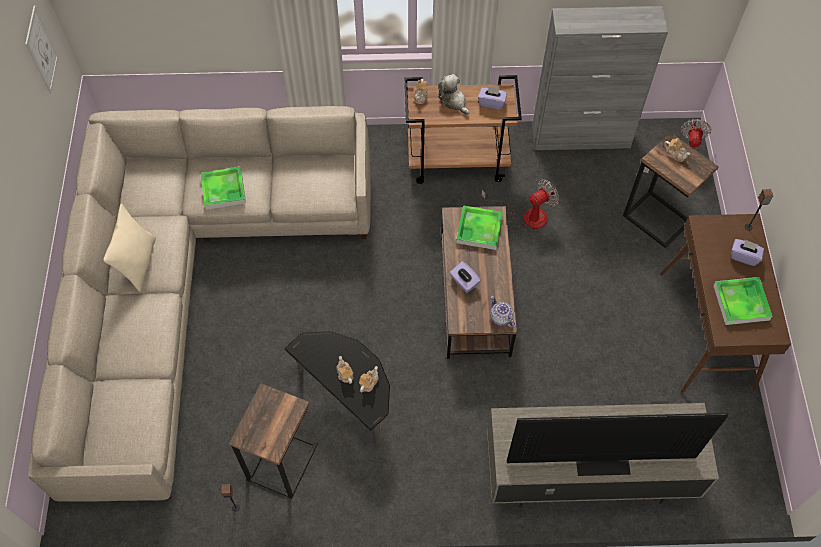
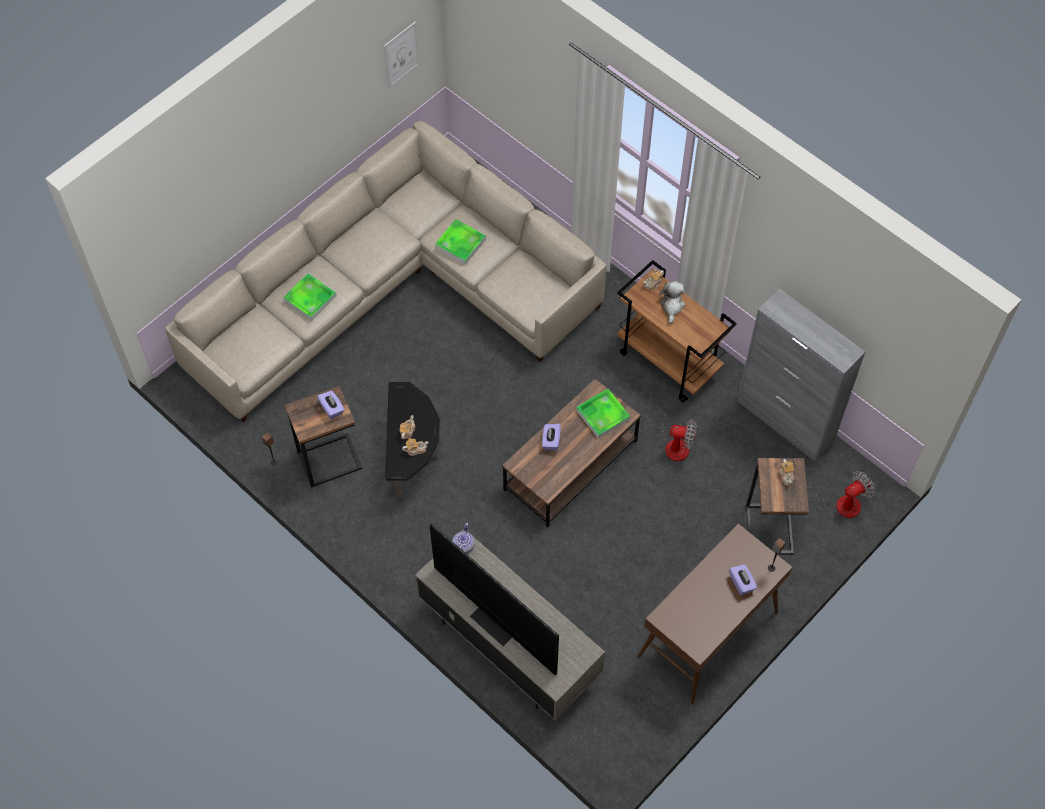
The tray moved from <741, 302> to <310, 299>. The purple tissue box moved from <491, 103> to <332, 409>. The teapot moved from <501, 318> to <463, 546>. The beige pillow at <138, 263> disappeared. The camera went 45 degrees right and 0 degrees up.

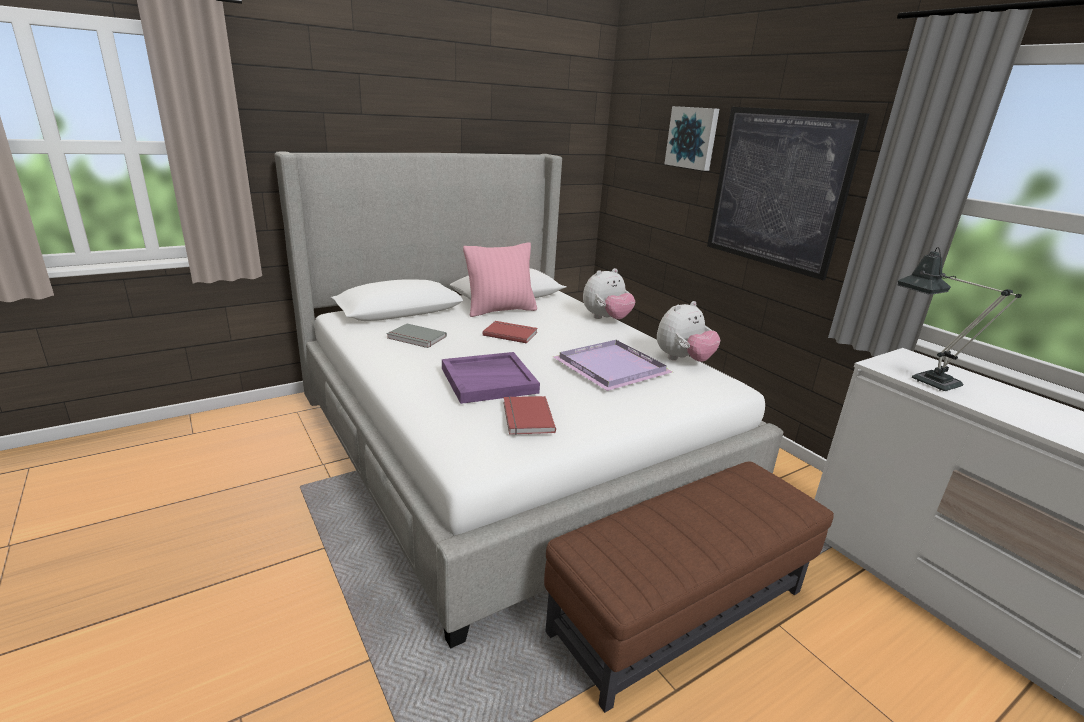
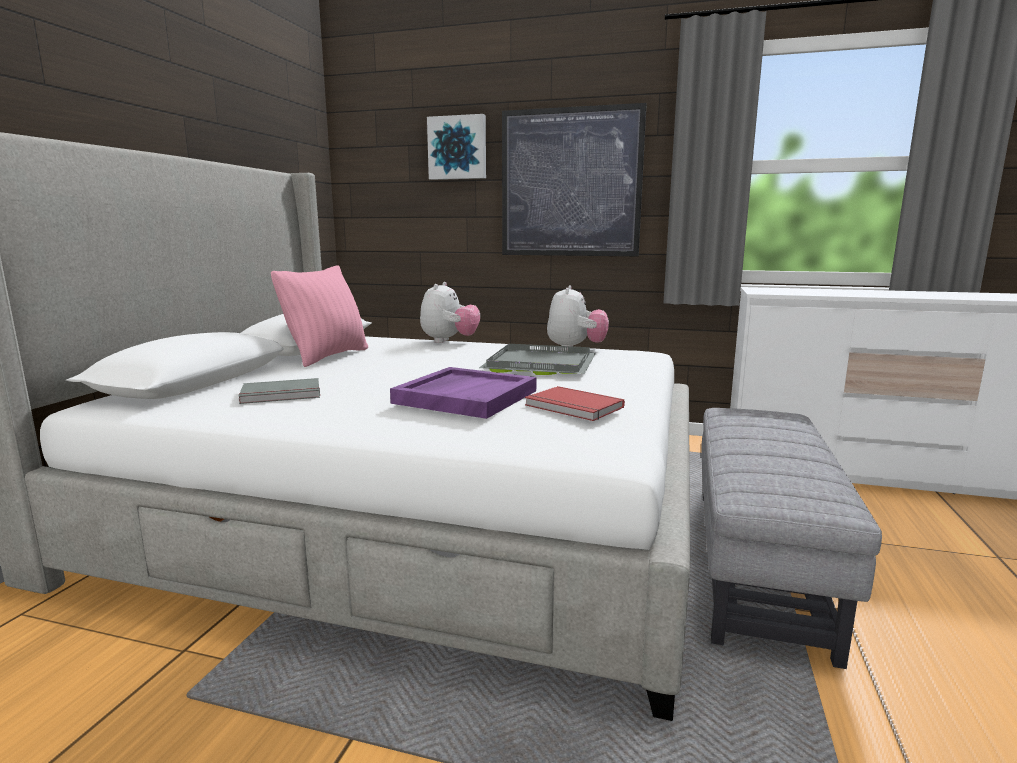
The purple tray at <613, 368> became the grey tray at <542, 364>. The brown ottoman at <679, 611> became the grey ottoman at <757, 563>. The red book at <510, 333> disappeared. The table lamp at <925, 379> disappeared. The camera went 40 degrees left and 10 degrees down.

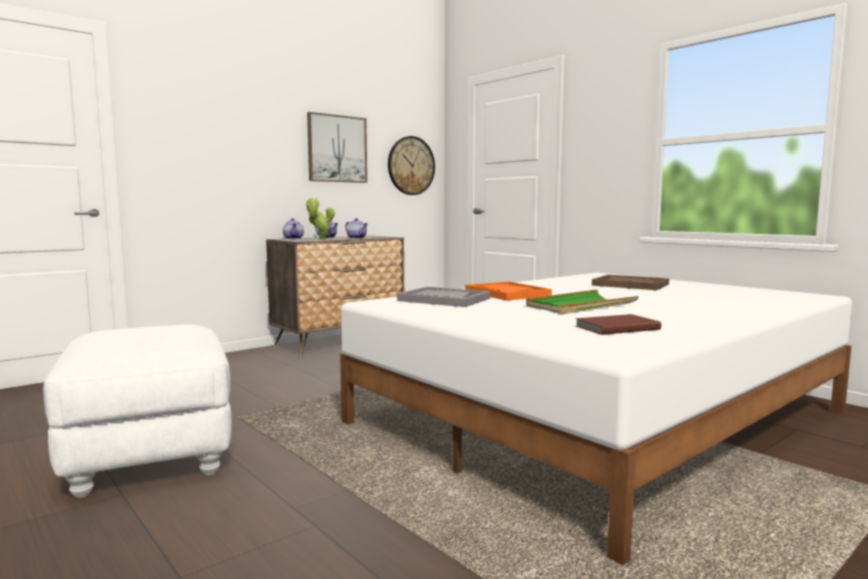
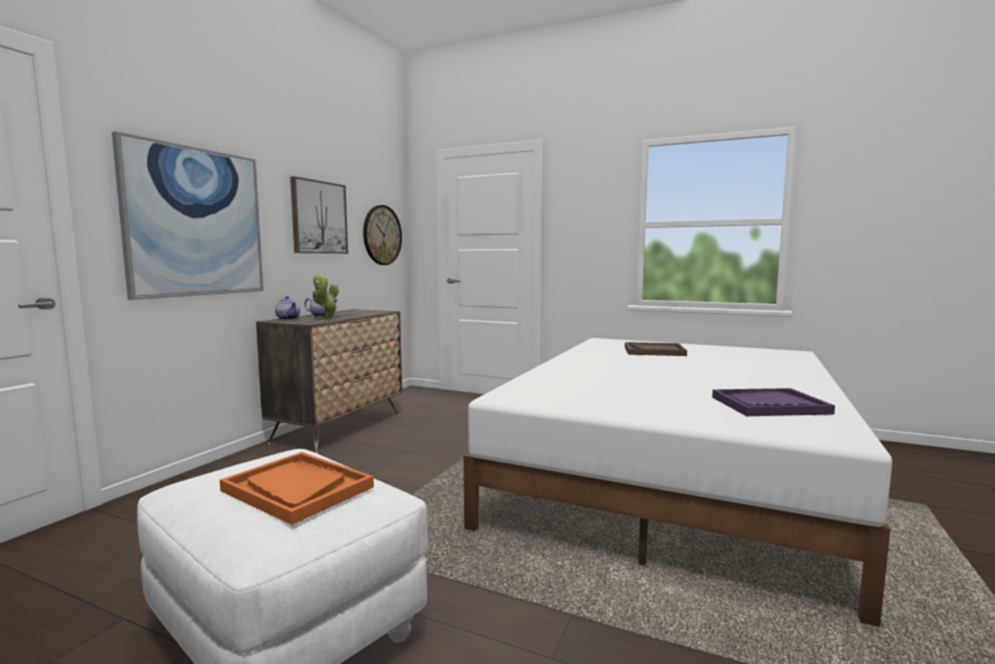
The picture at <196, 222> appeared. The orange tray moved from <507, 293> to <297, 489>. The brown book at <615, 327> was replaced by the purple tray at <769, 405>. The teapot at <357, 238> disappeared. The grey tray at <444, 299> disappeared. The green tray at <580, 306> disappeared. The camera went 25 degrees left and 0 degrees up.

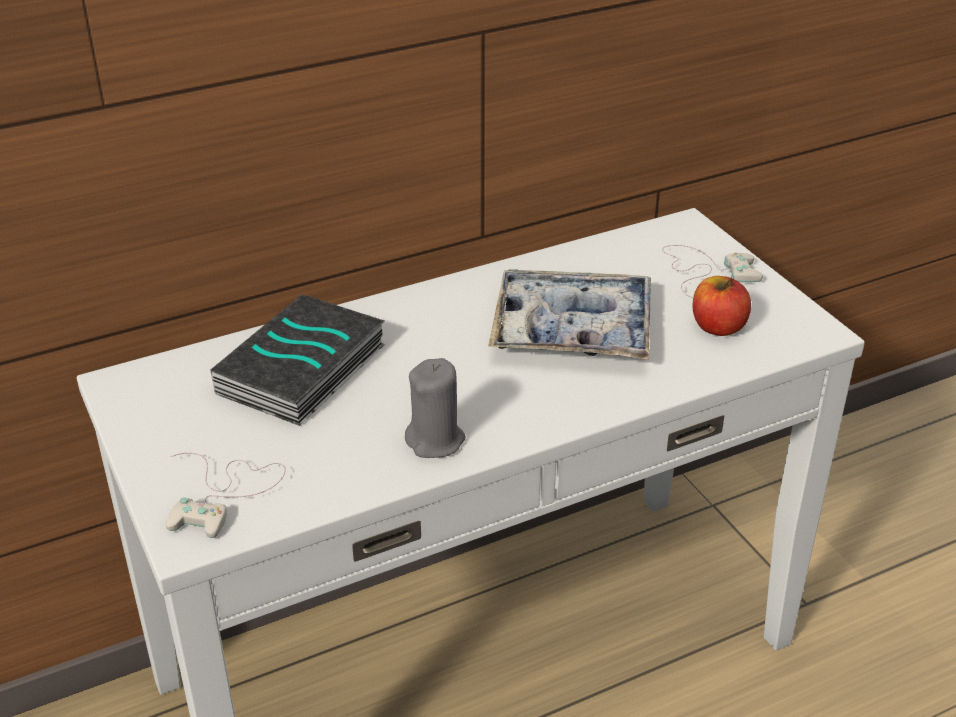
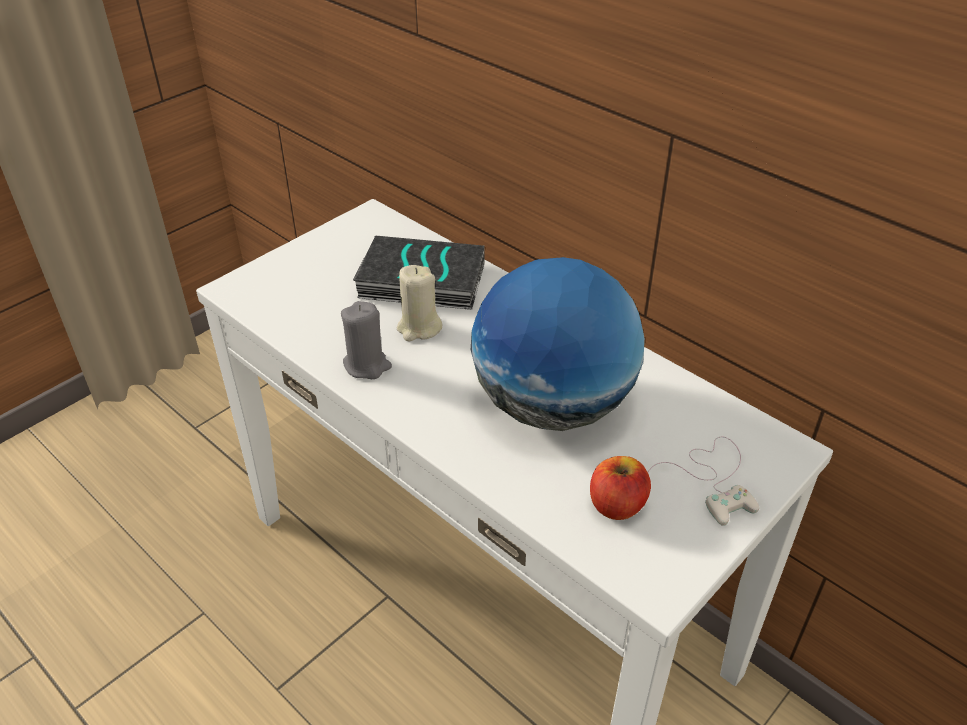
The beige candle at <419, 328> appeared. The tray at <572, 329> was replaced by the globe at <553, 406>. The white game controller at <224, 494> disappeared. The camera went 70 degrees right and 5 degrees up.

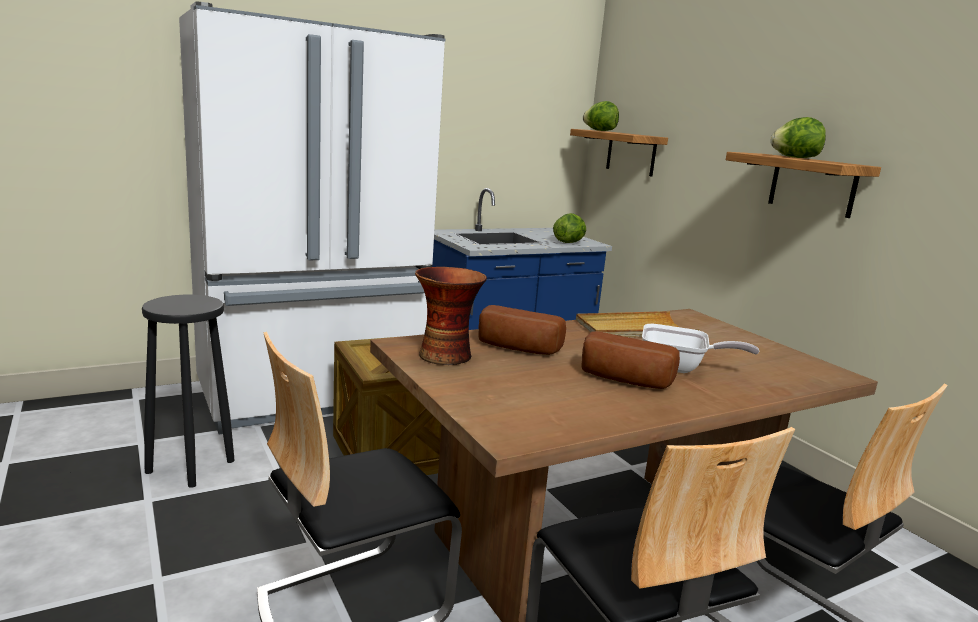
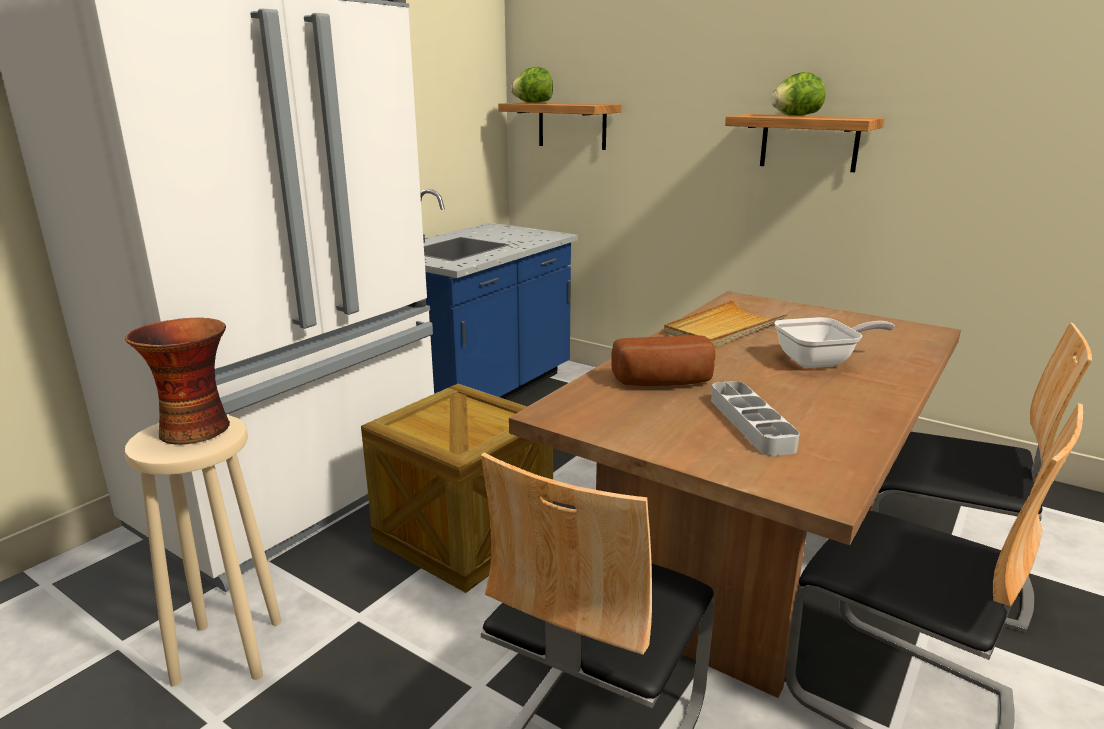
The vase moved from <446, 355> to <196, 429>. The black stool at <191, 466> became the beige stool at <229, 649>. The grey tray at <751, 423> appeared. The lettuce at <569, 242> disappeared. The bread at <624, 380> disappeared. The camera went 25 degrees left and 5 degrees up.

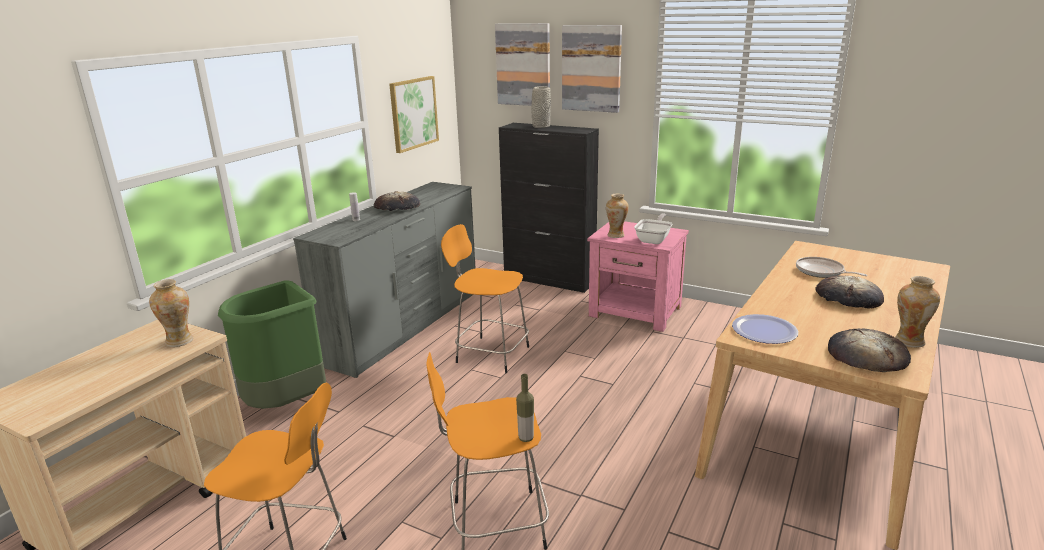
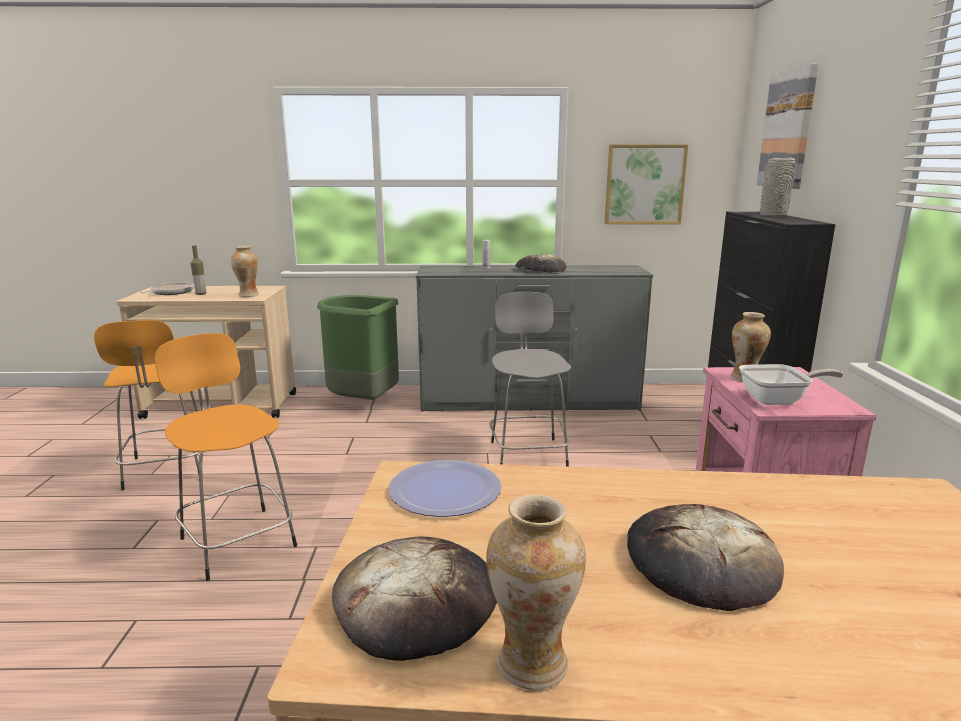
The frying pan moved from <821, 272> to <171, 292>. The bottle moved from <526, 438> to <201, 294>. The orange stool at <490, 354> became the grey stool at <527, 453>. The picture at <591, 68> disappeared. The camera went 60 degrees right and 5 degrees down.

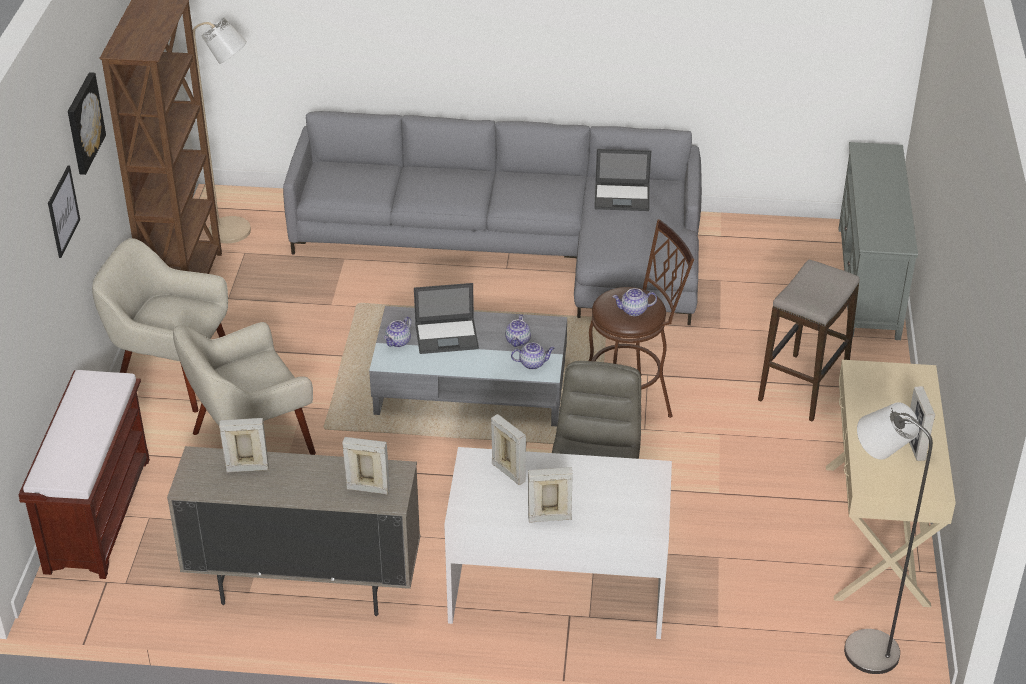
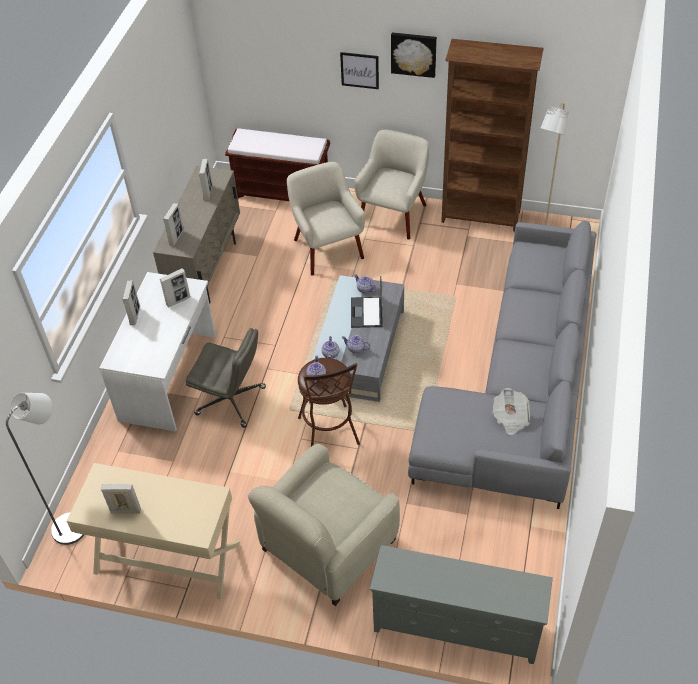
The stool at <803, 387> was replaced by the beige armchair at <327, 546>. The laptop at <622, 197> was replaced by the newspaper at <510, 418>. The camera went 100 degrees right and 10 degrees up.

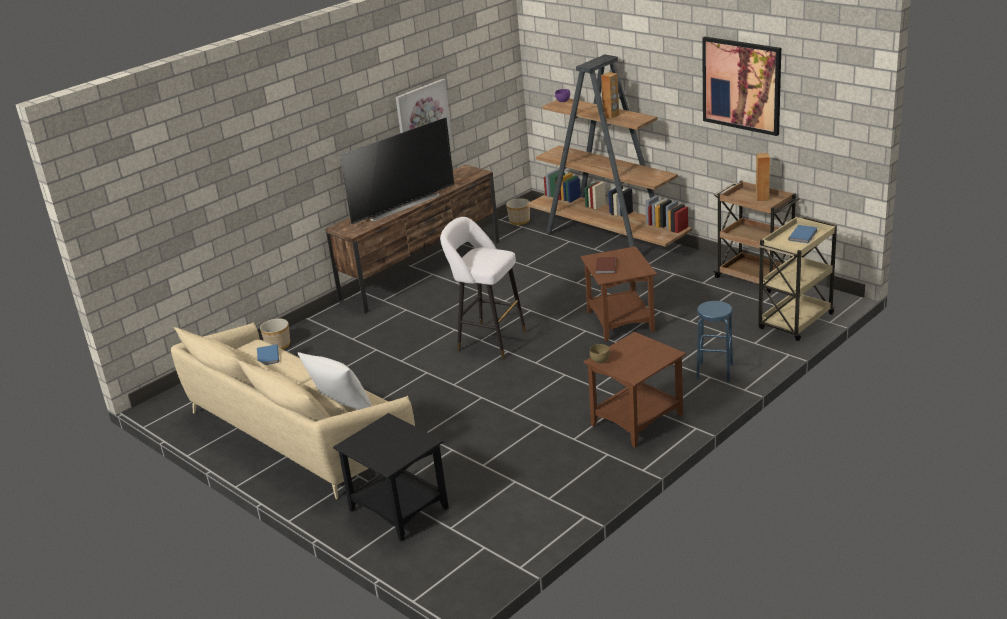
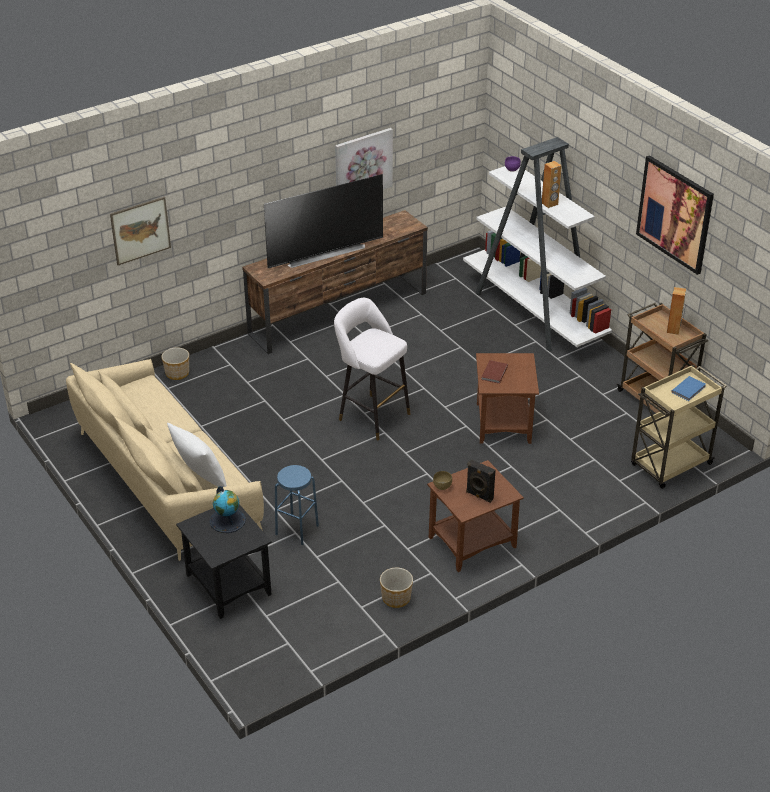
The picture at <140, 230> appeared. The globe at <227, 520> appeared. The blue stool moved from <714, 372> to <296, 530>. The planter moved from <520, 221> to <396, 598>. The brown bookcase at <608, 238> became the white bookcase at <534, 314>. The black speaker at <479, 496> appeared. The blue book at <267, 357> disappeared. The camera went 10 degrees right and 10 degrees up.

